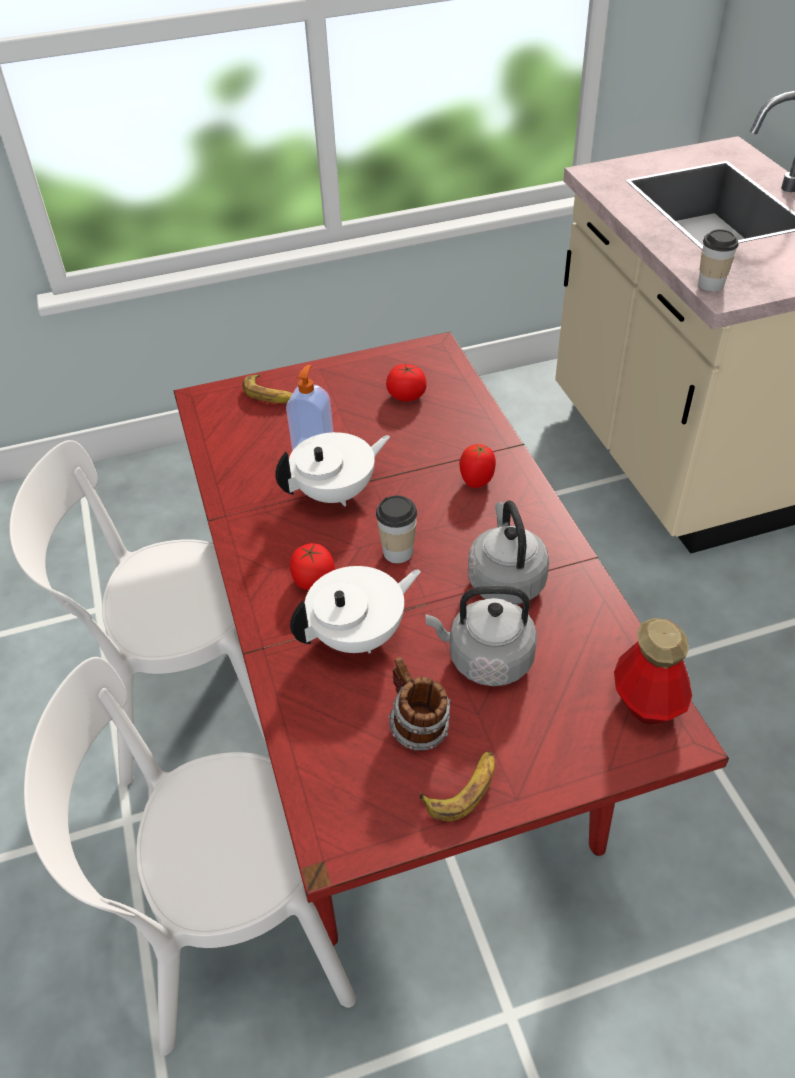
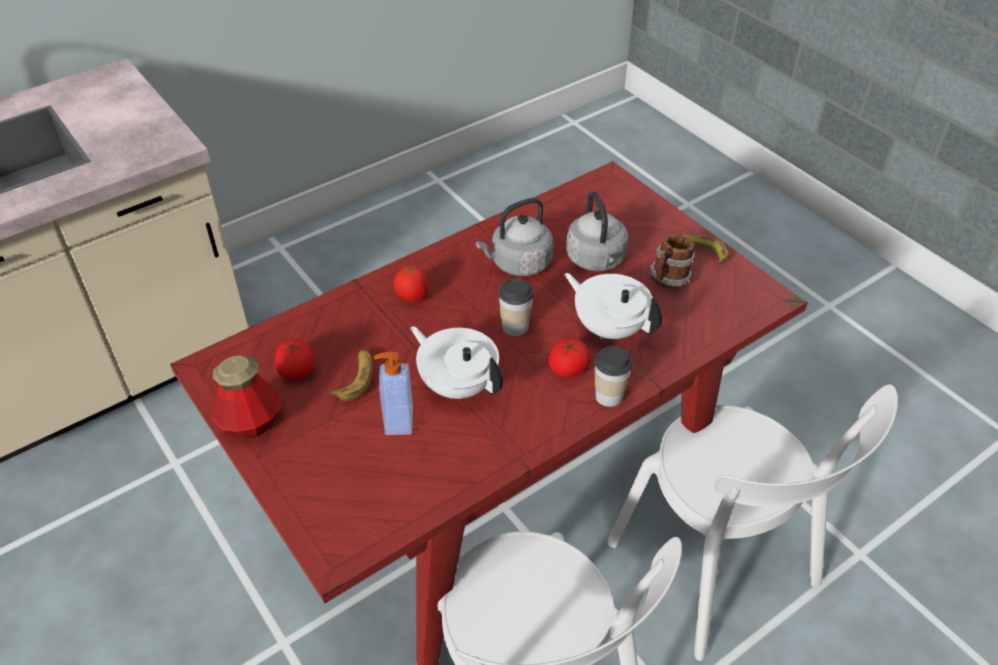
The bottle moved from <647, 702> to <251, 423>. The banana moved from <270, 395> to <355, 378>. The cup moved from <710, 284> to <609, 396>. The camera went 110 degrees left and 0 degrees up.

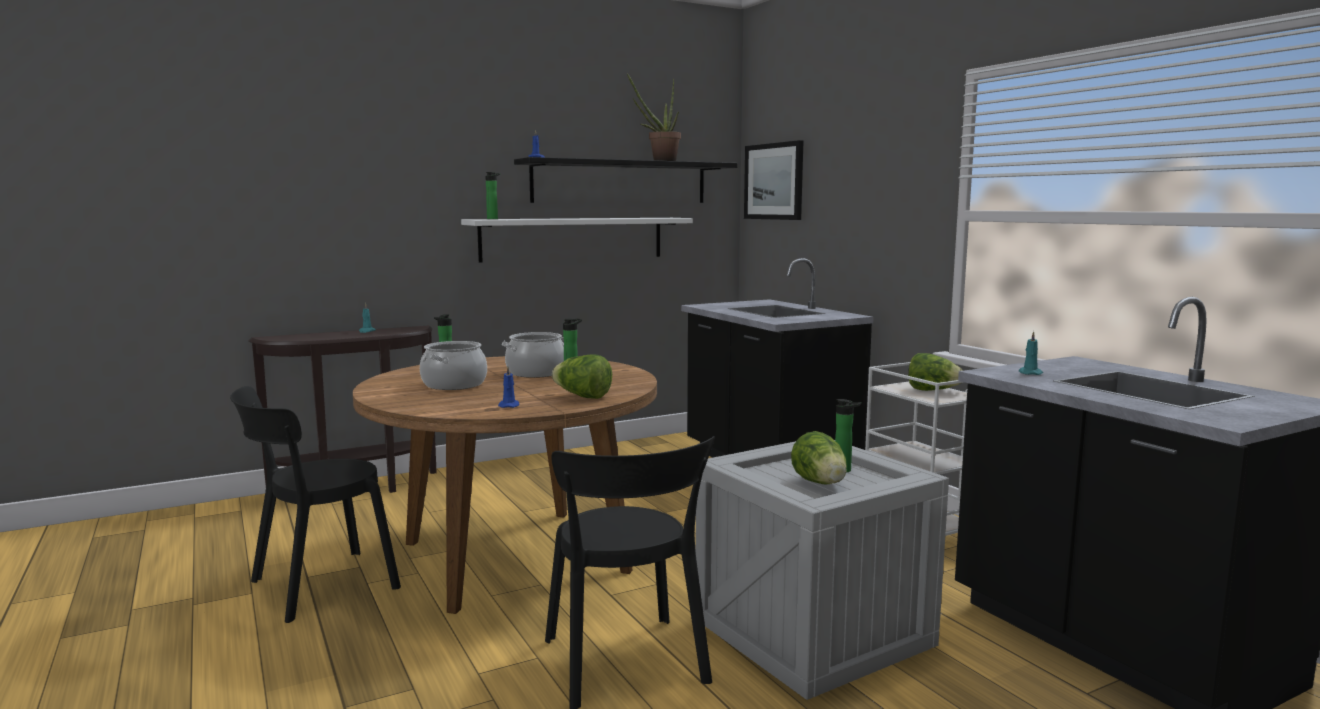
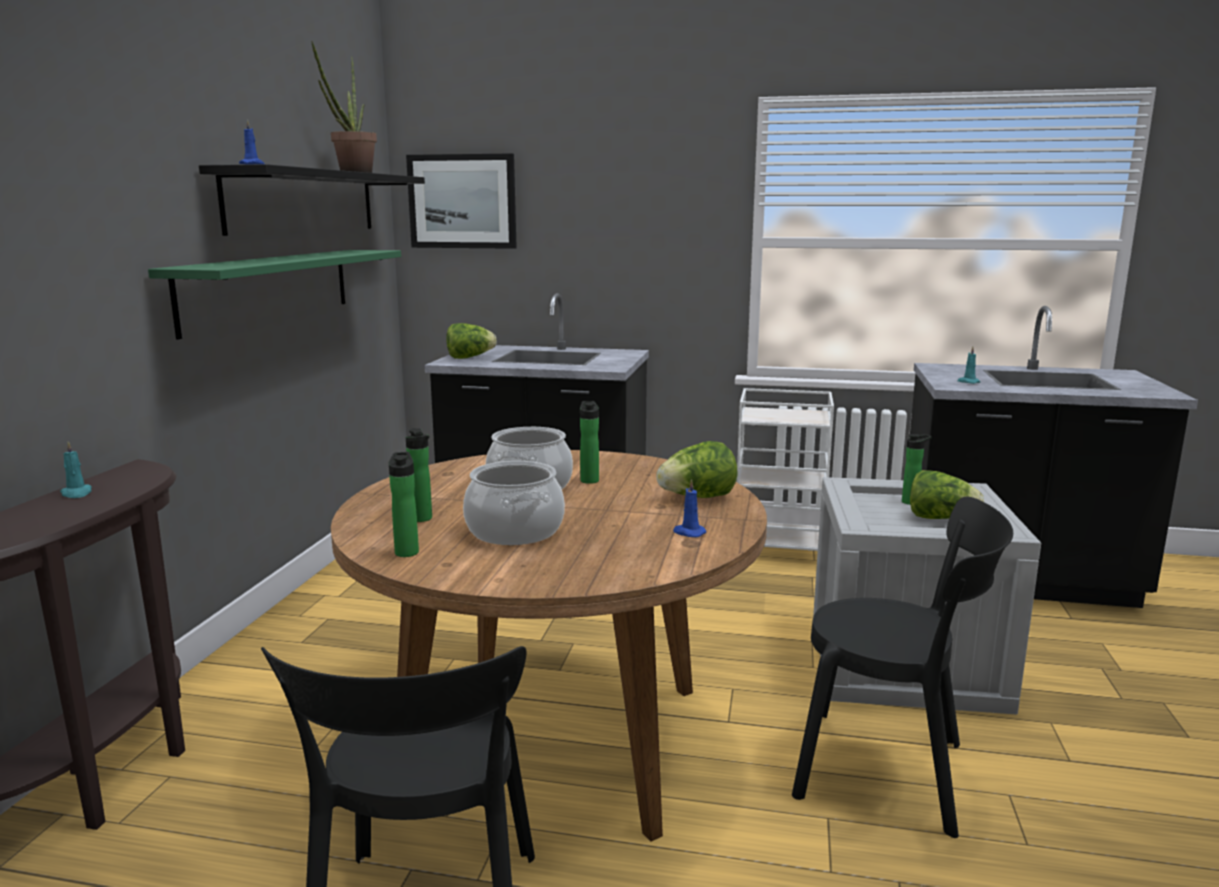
The white shelf at <573, 238> became the green shelf at <269, 288>. The bottle moved from <493, 219> to <407, 551>. The lettuce moved from <932, 390> to <470, 357>. The camera went 50 degrees left and 5 degrees up.

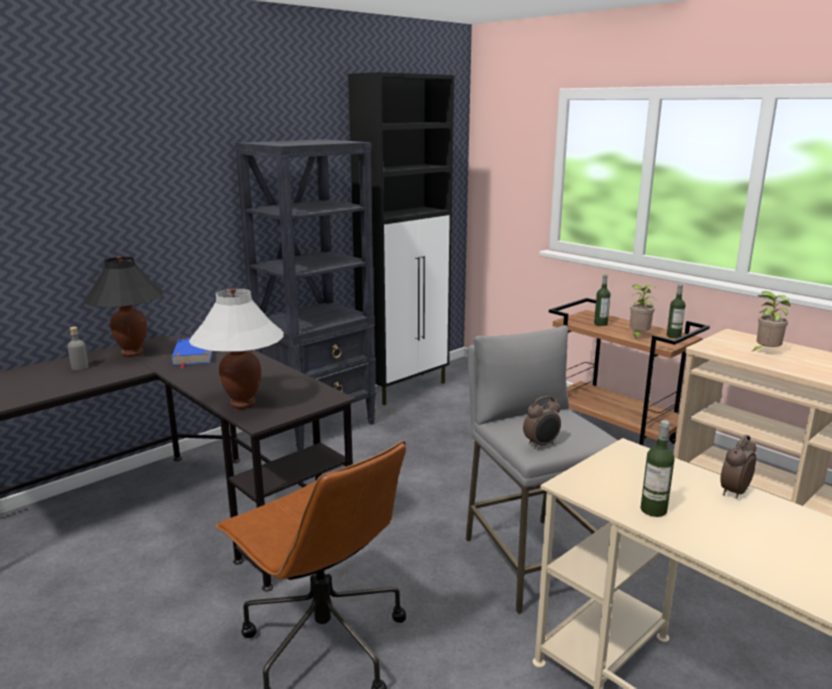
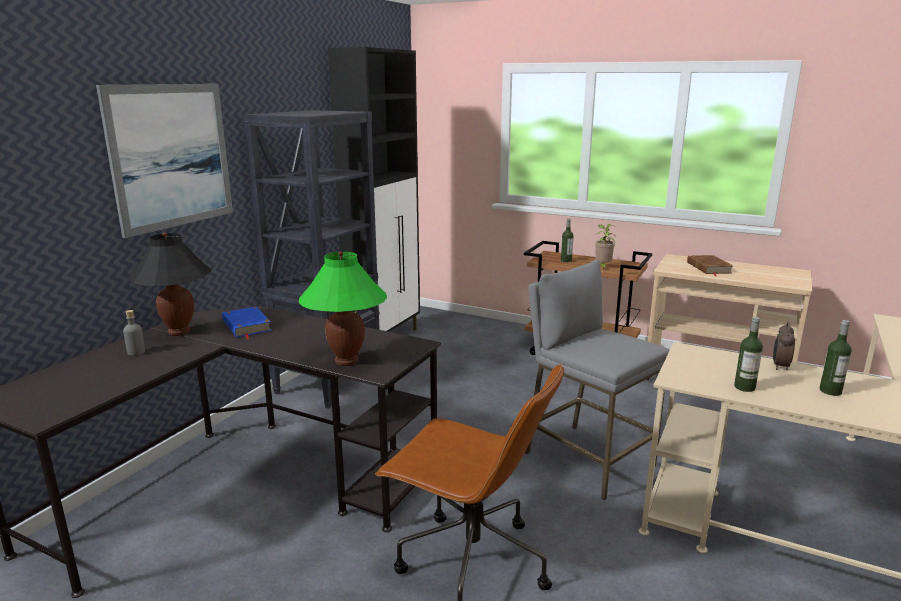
The picture at <171, 156> appeared. The white table lamp at <243, 404> became the green table lamp at <347, 361>. The potted plant at <765, 352> was replaced by the brown book at <708, 268>. The bottle moved from <673, 336> to <830, 391>. The alarm clock at <541, 445> disappeared. The camera went 20 degrees left and 0 degrees up.

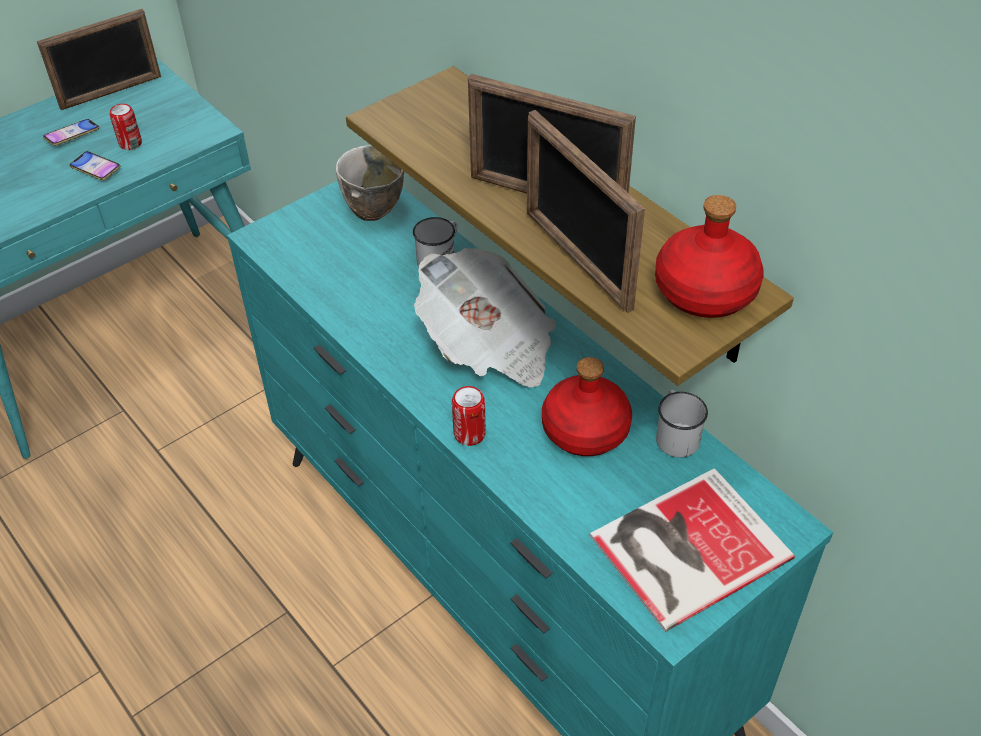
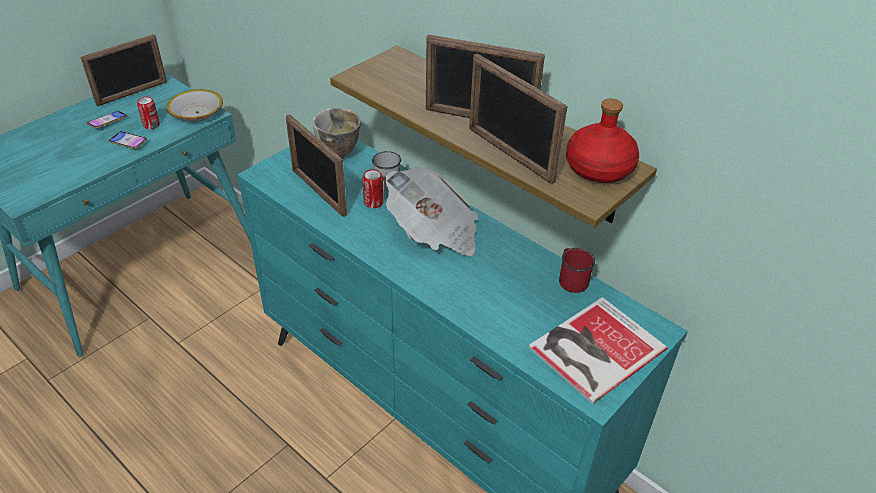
The bowl at <197, 113> appeared. The picture frame at <318, 192> appeared. The can moved from <469, 434> to <373, 202>. The white mug at <675, 435> became the red mug at <571, 278>. The red bottle at <585, 431> disappeared. The camera went 10 degrees left and 5 degrees down.

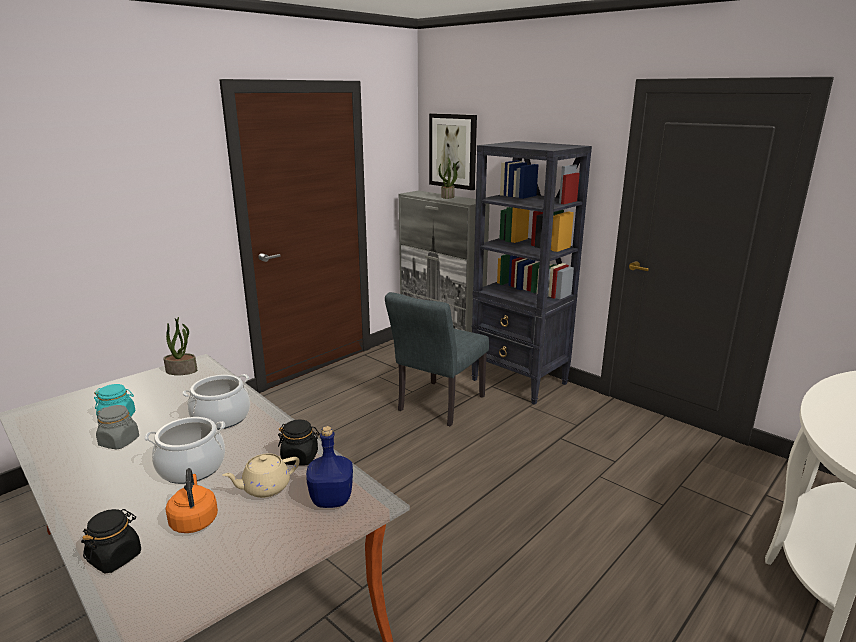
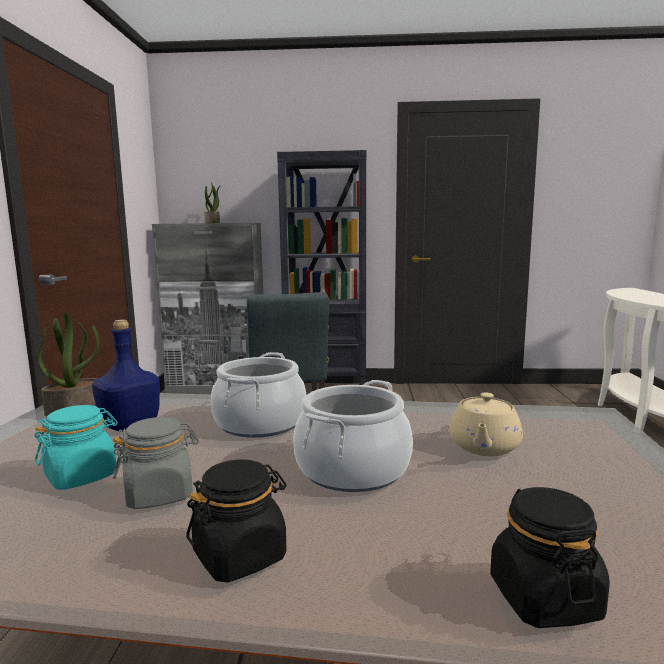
The blue bottle moved from <330, 499> to <129, 426>. The black jar moved from <300, 458> to <240, 556>. The orange kettle at <194, 520> disappeared. The picture at <453, 151> disappeared. The camera went 40 degrees left and 10 degrees down.

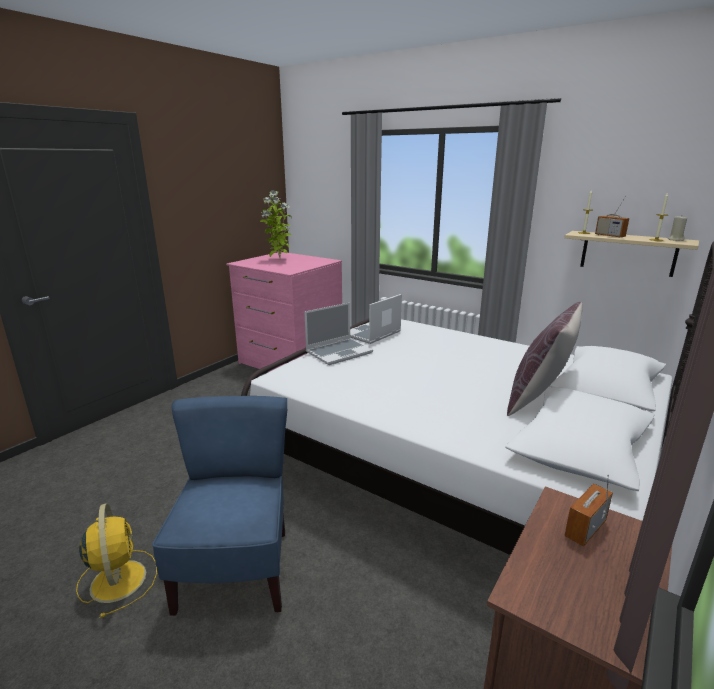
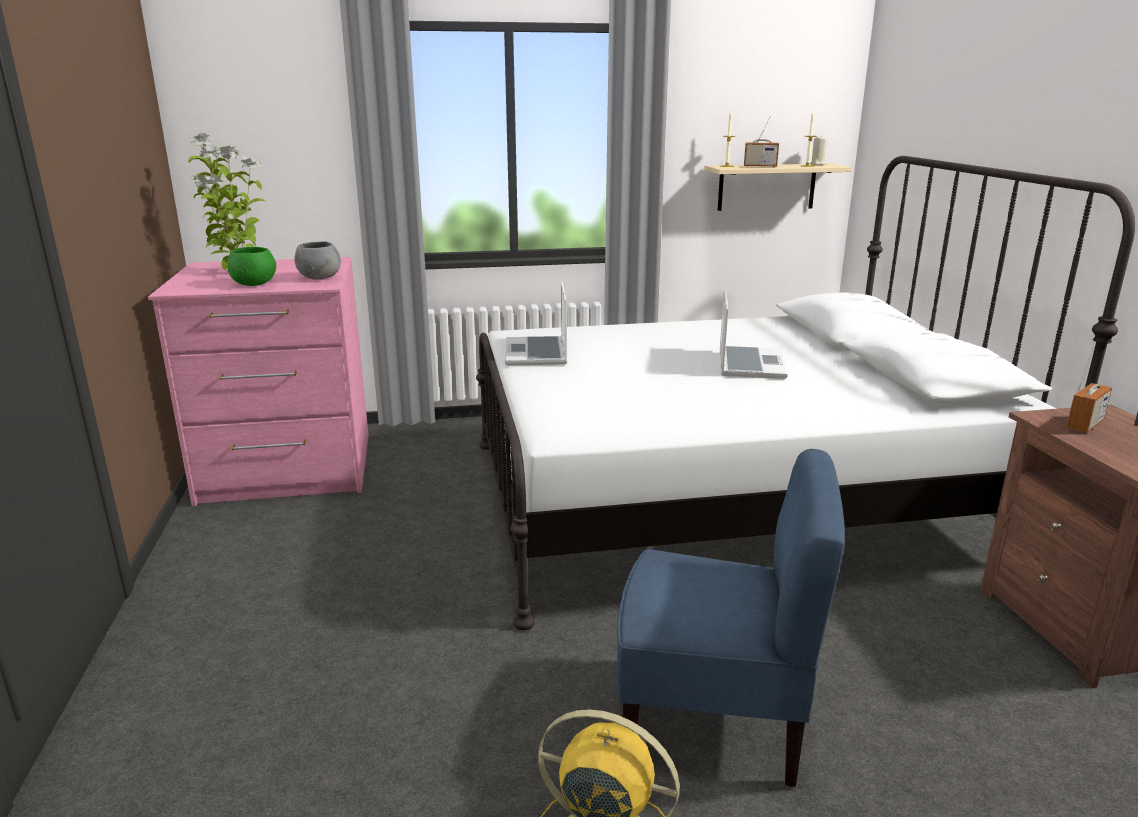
The green bowl at <254, 284> appeared. The grey bowl at <319, 278> appeared. The blue chair at <236, 570> turned 150 degrees clockwise. The laptop moved from <339, 352> to <749, 364>. The radio at <585, 529> turned 135 degrees counterclockwise. The brown pillow at <539, 398> disappeared. The camera went 45 degrees left and 0 degrees up.

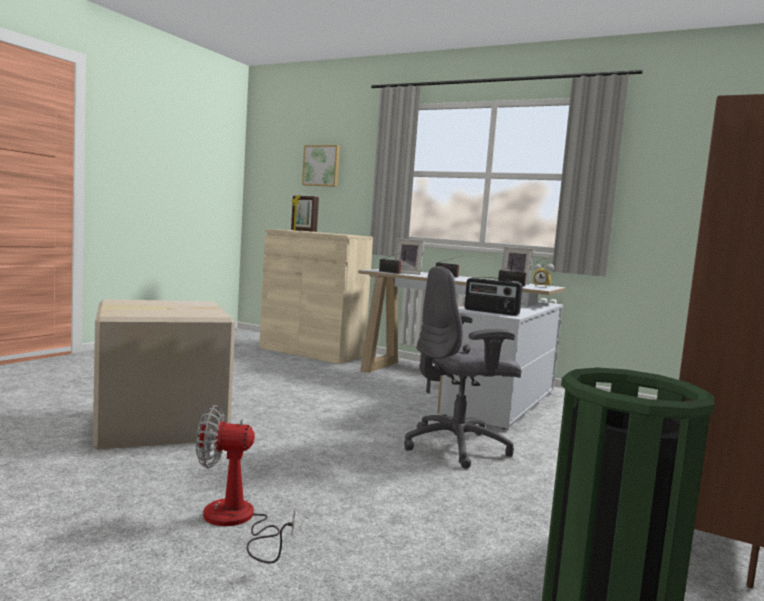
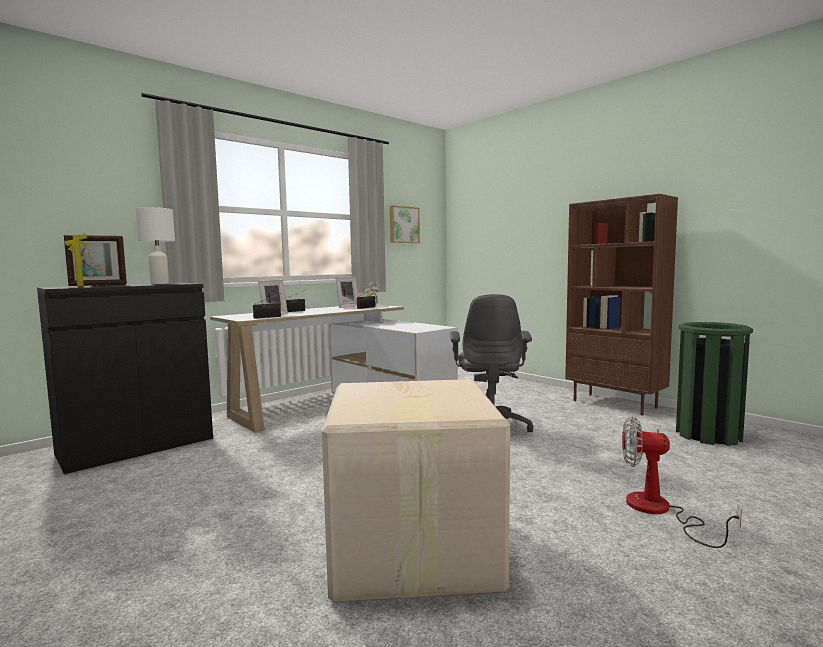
The beige cabinet at <311, 352> became the black cabinet at <136, 446>. The white table lamp at <160, 283> appeared. The picture moved from <322, 166> to <403, 225>. The fan at <237, 522> turned 90 degrees clockwise. The radio at <491, 312> disappeared. The camera went 70 degrees left and 0 degrees up.

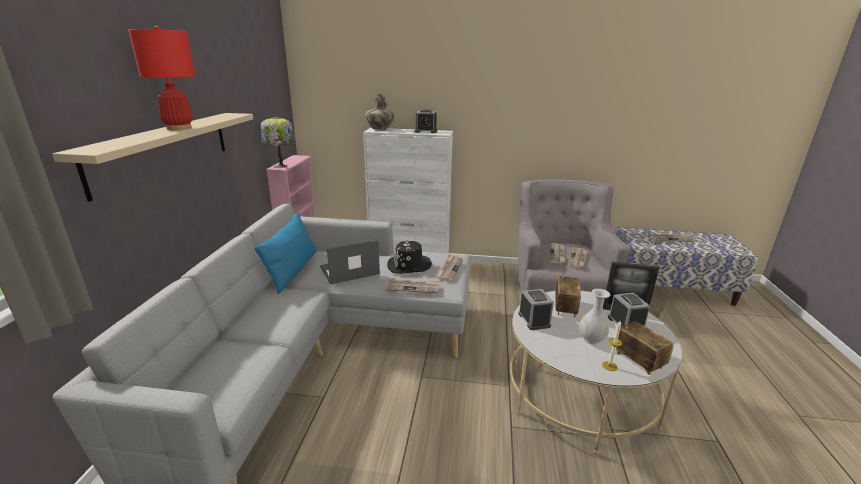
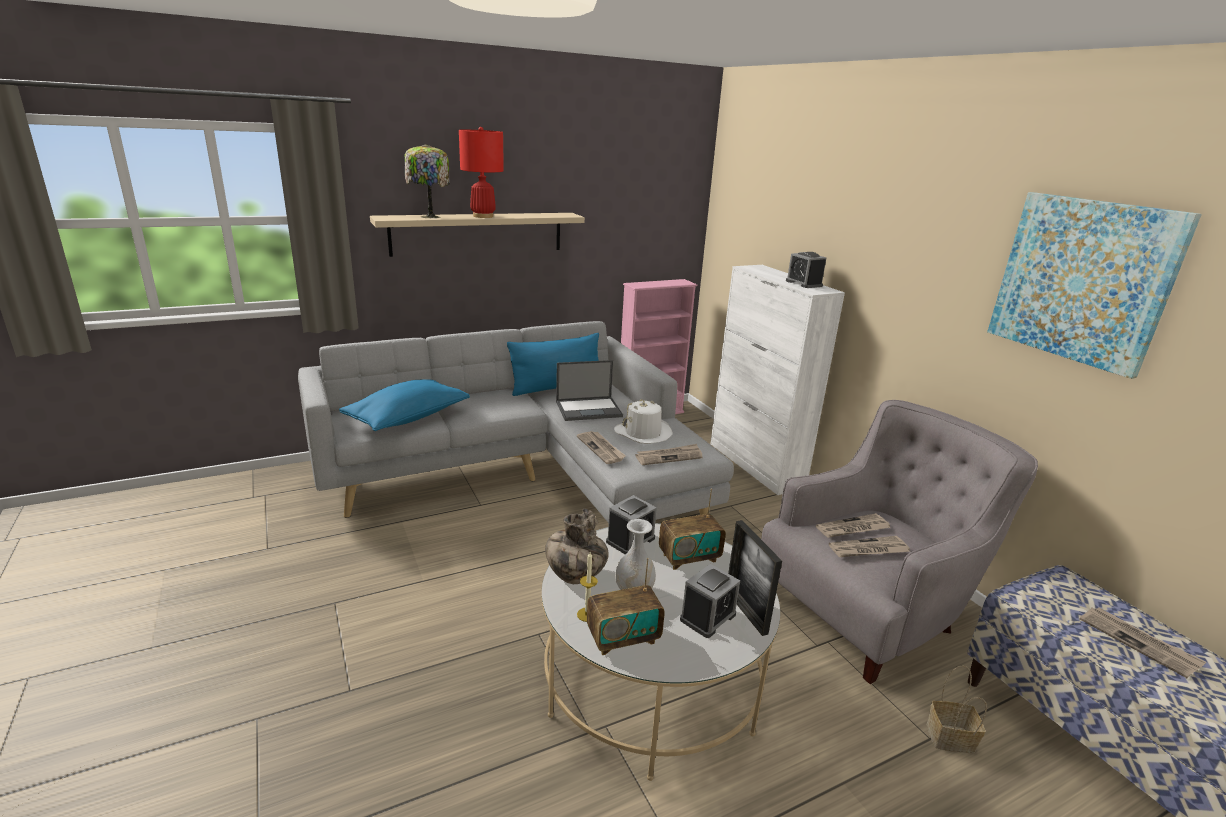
The blue pillow at <407, 418> appeared. The table lamp moved from <281, 166> to <429, 217>. The vase moved from <380, 129> to <575, 576>. The laptop at <349, 271> turned 135 degrees clockwise. The radio at <638, 360> turned 45 degrees clockwise. The black hat at <409, 265> became the white hat at <643, 433>. The picture at <1082, 280> appeared. The camera went 55 degrees right and 0 degrees up.

